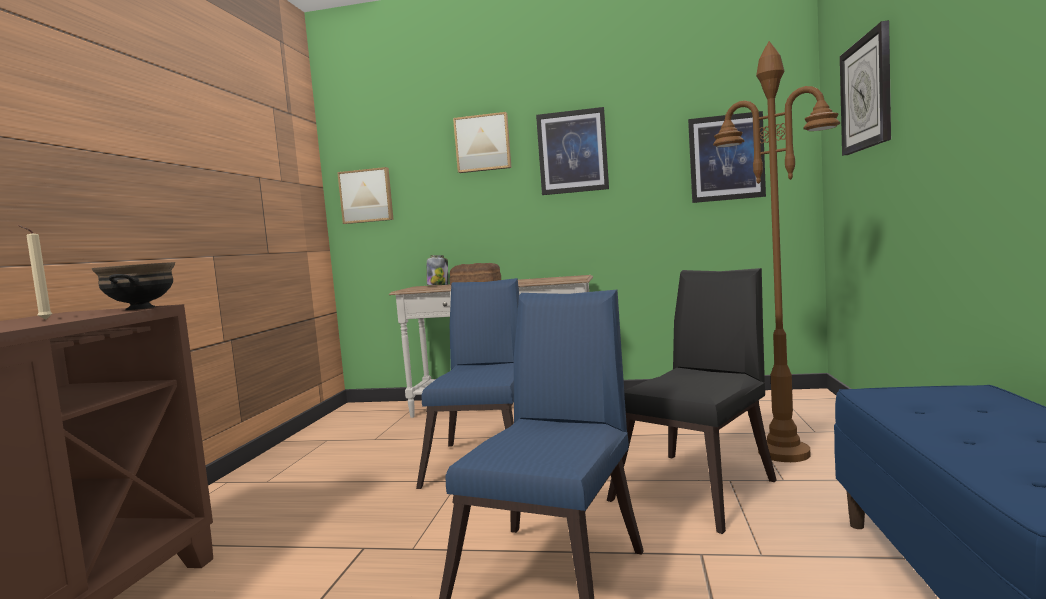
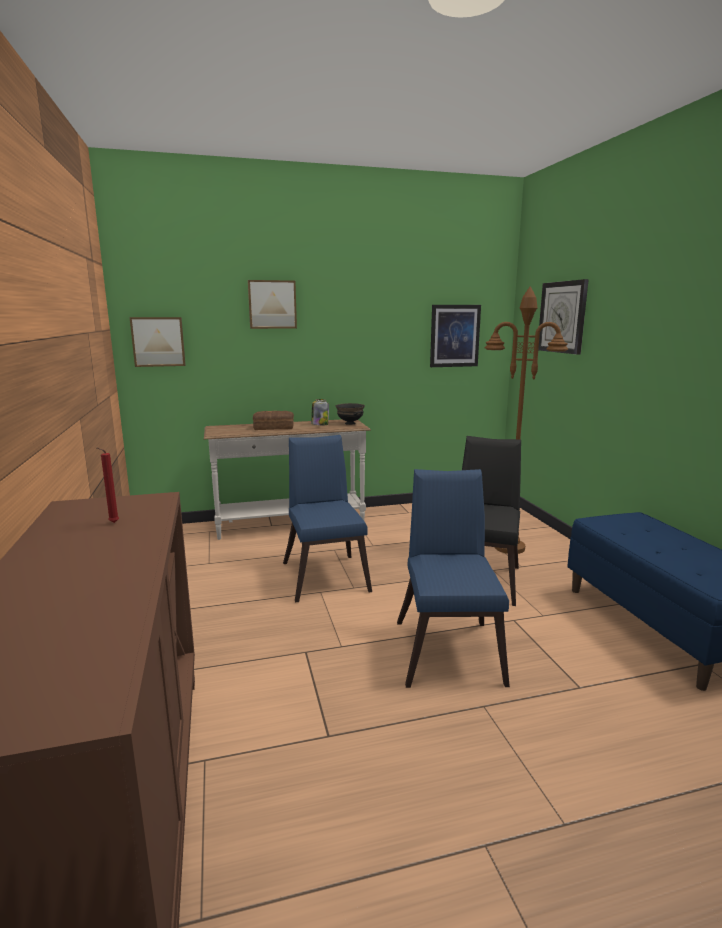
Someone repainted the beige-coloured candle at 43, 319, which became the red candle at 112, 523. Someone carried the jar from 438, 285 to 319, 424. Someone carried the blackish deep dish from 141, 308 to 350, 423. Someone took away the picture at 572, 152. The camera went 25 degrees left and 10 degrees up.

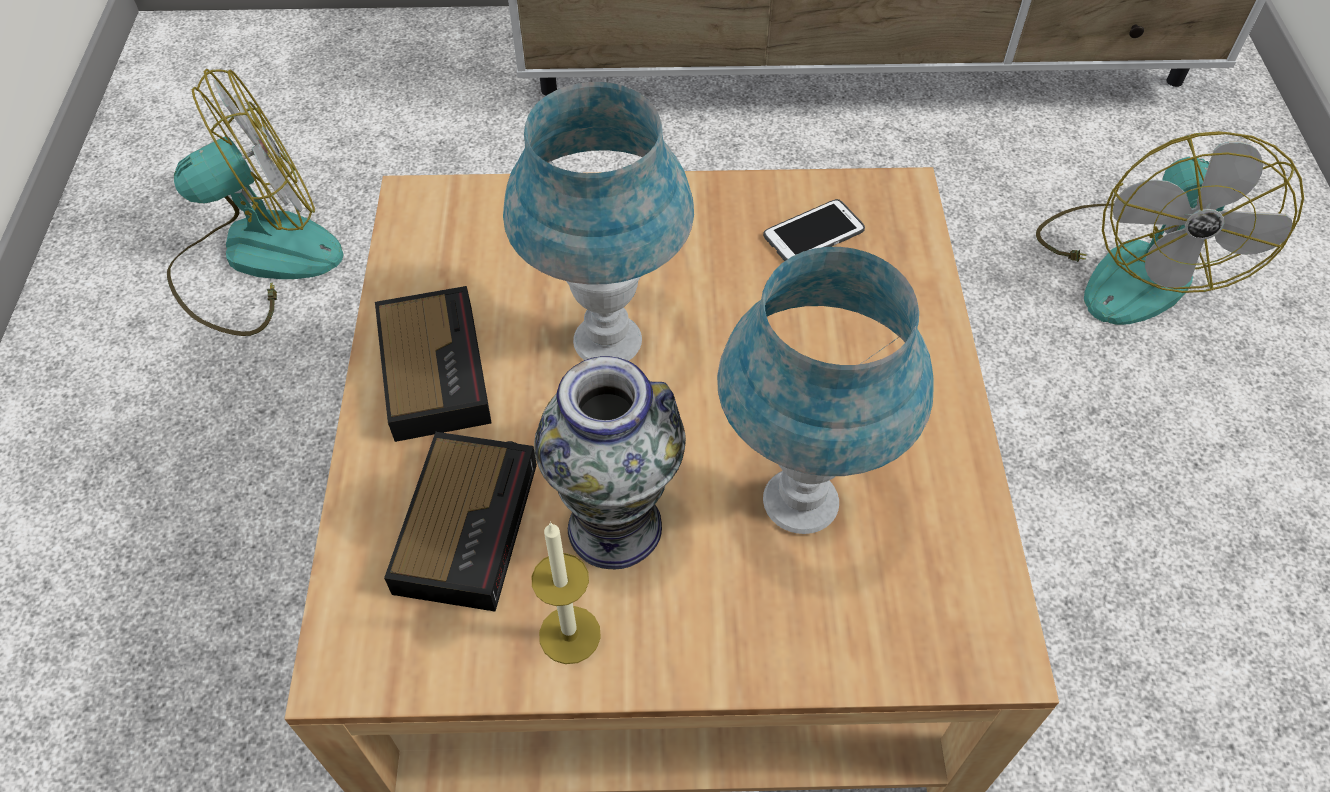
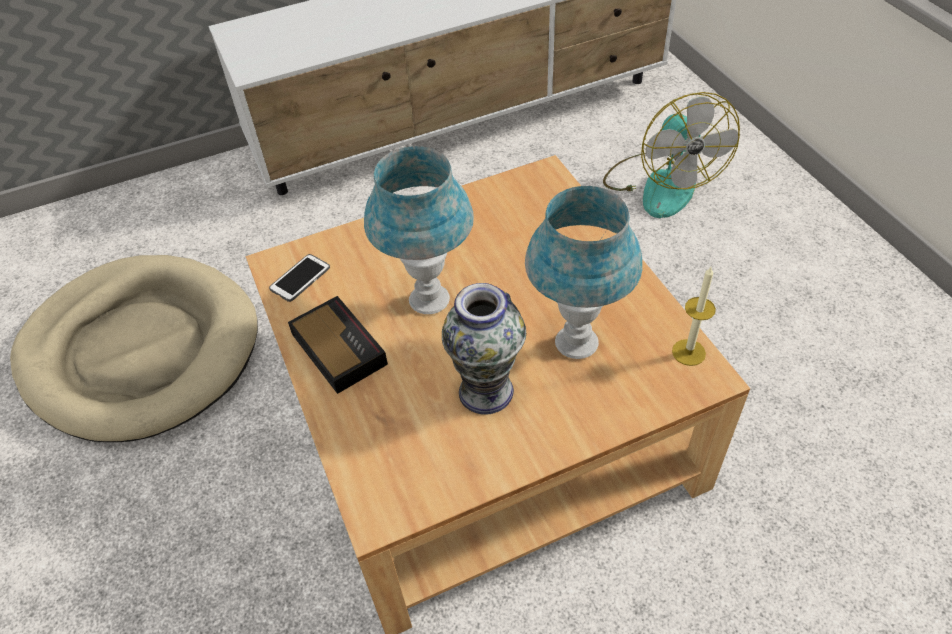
Someone swapped the electric fan at 255, 259 for the beige-coloured pet bed at 141, 350. Someone carried the telephone from 813, 233 to 300, 278. Someone carried the candle from 569, 634 to 688, 352. Someone took away the table clock at 468, 523. The camera went 20 degrees left and 5 degrees down.

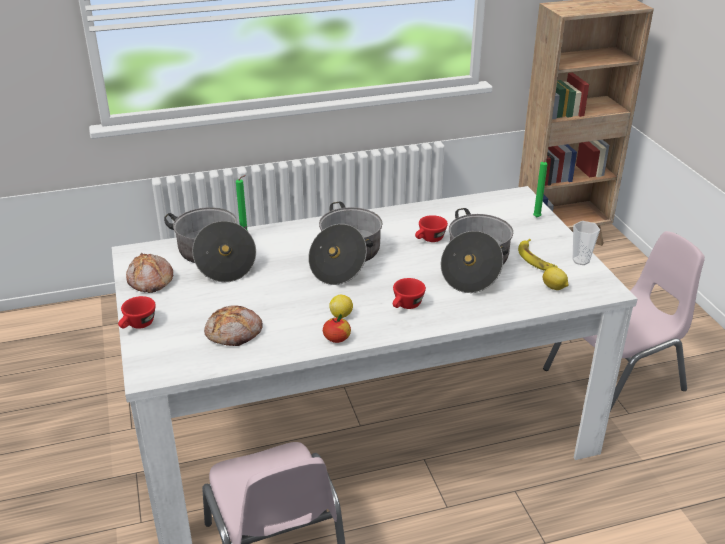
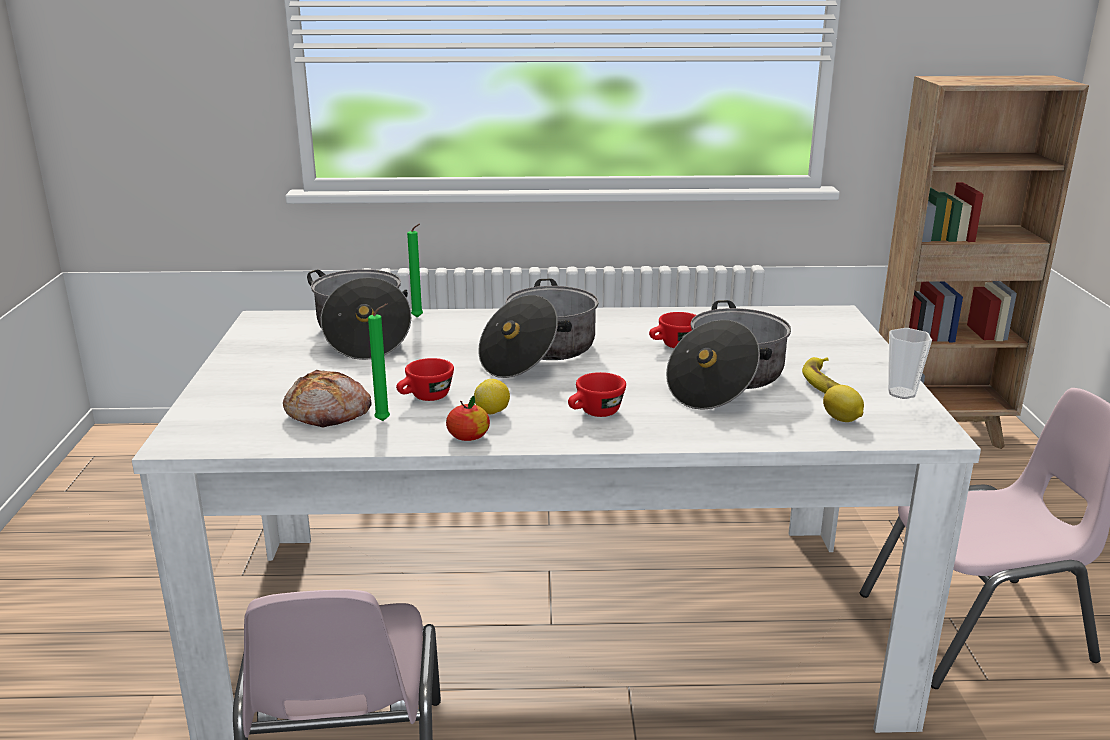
Someone carried the green candle from 538, 217 to 385, 421. Someone carried the red small cup from 138, 325 to 425, 398. Someone took away the bread at 149, 281. The camera went 15 degrees right and 10 degrees down.

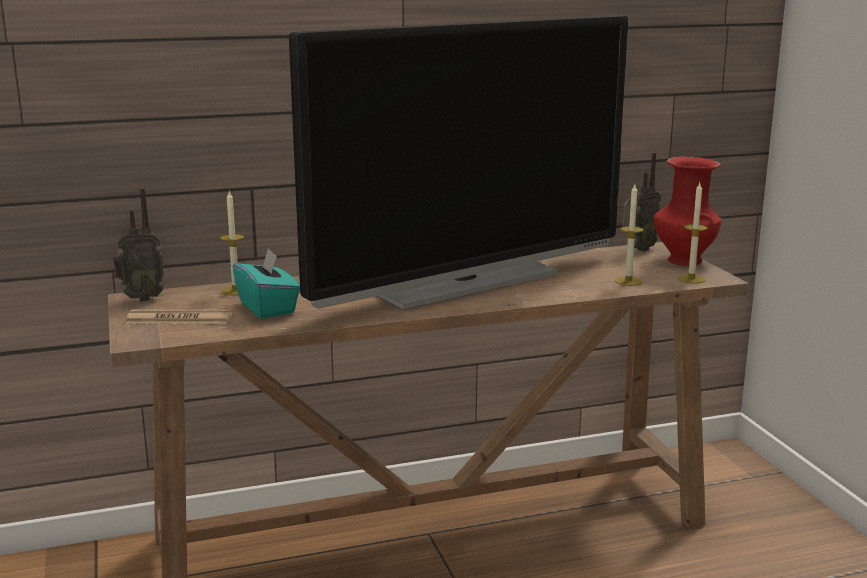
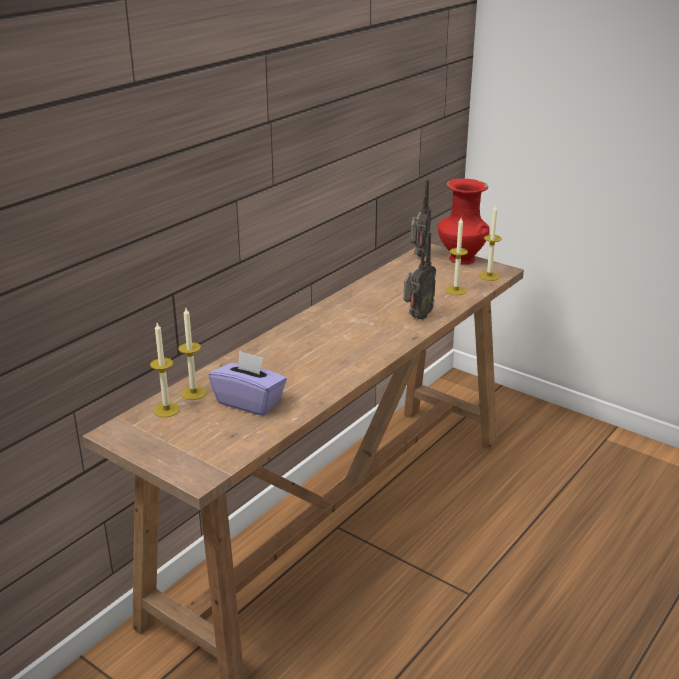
Someone put down the candle at 166, 410. Someone repainted the turquoise tissue holder at 268, 308, which became the purple-coloured tissue holder at 249, 402. Someone carried the radio receiver from 141, 298 to 417, 317. Someone took away the newspaper at 179, 319. Someone took away the TV set at 466, 283. The camera went 35 degrees left and 10 degrees up.

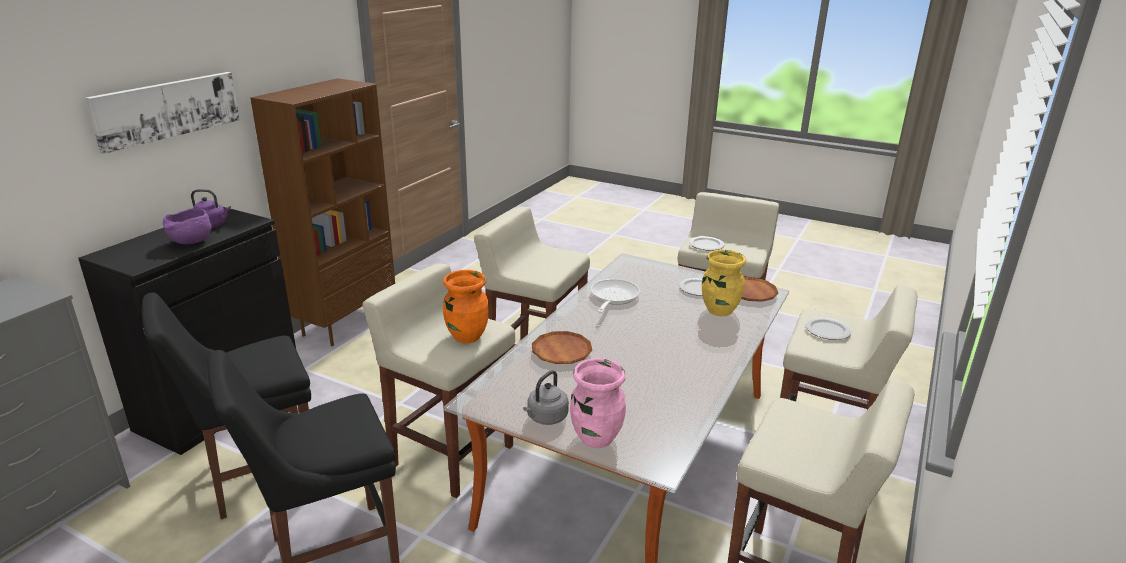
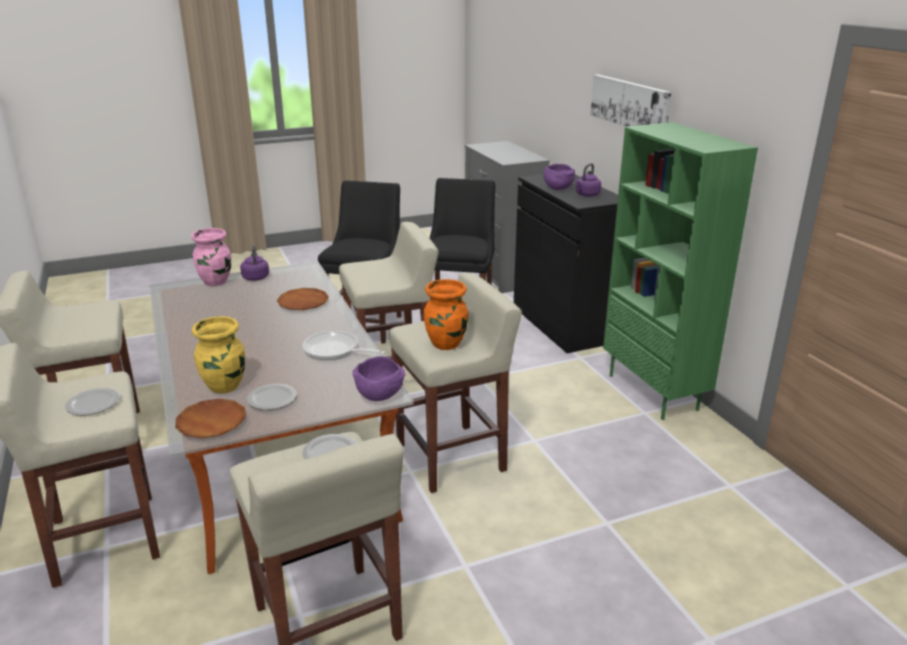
Someone repainted the gray water kettle at 546, 418, which became the purple-coloured water kettle at 256, 277. Someone rotated the frying pan at 613, 297 by 150 degrees clockwise. Someone put down the purple-coloured deep dish at 380, 396. Someone carried the orange-coloured vase from 467, 336 to 446, 344. Someone repainted the brownish bookshelf at 346, 322, which became the green bookshelf at 654, 392. The camera went 130 degrees right and 0 degrees up.

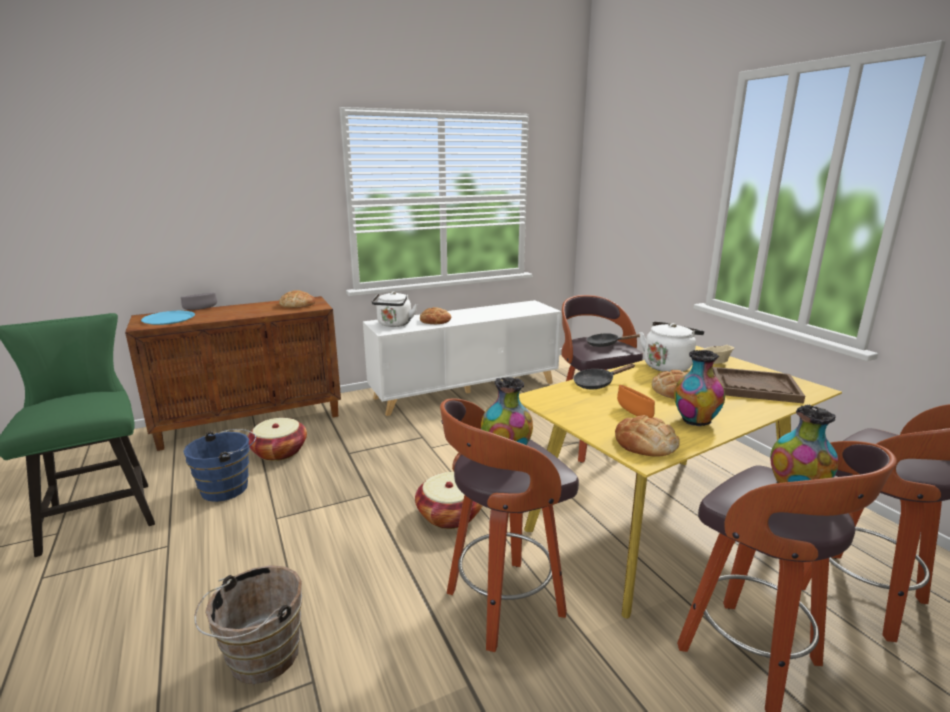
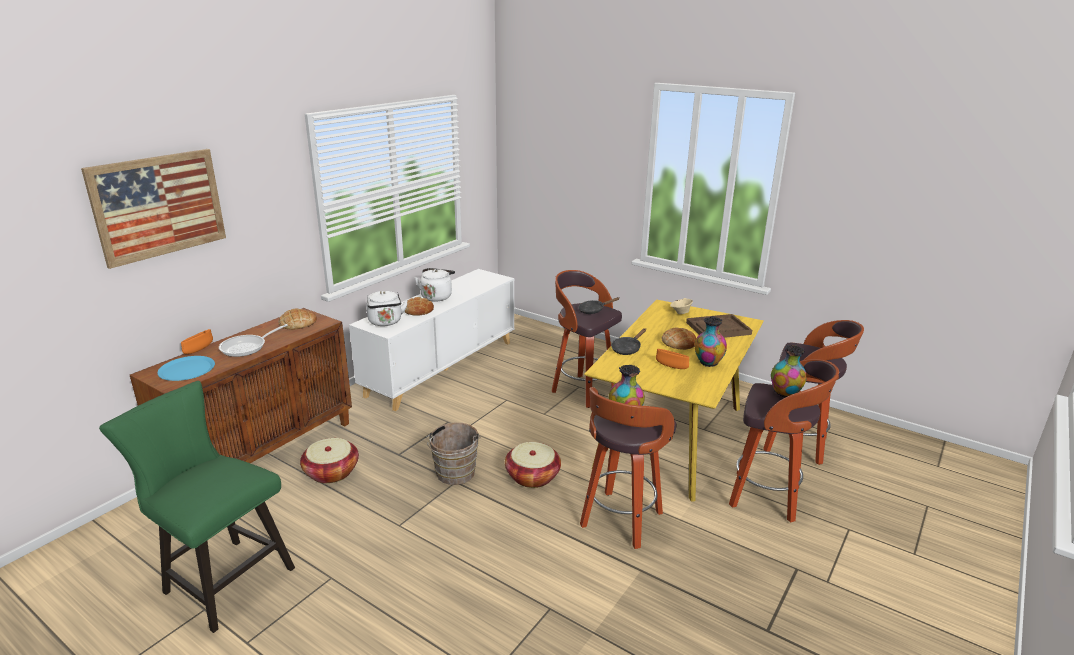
Someone put up the picture at 159, 206. Someone repainted the gray deep dish at 200, 309, which became the orange-coloured deep dish at 199, 350. Someone put down the frying pan at 247, 347. Someone carried the white water kettle from 668, 366 to 437, 296. Someone carried the brownish water bucket from 259, 659 to 454, 475. Someone took away the bluish water bucket at 229, 487. Someone took away the bread at 645, 443. The camera went 30 degrees left and 5 degrees up.

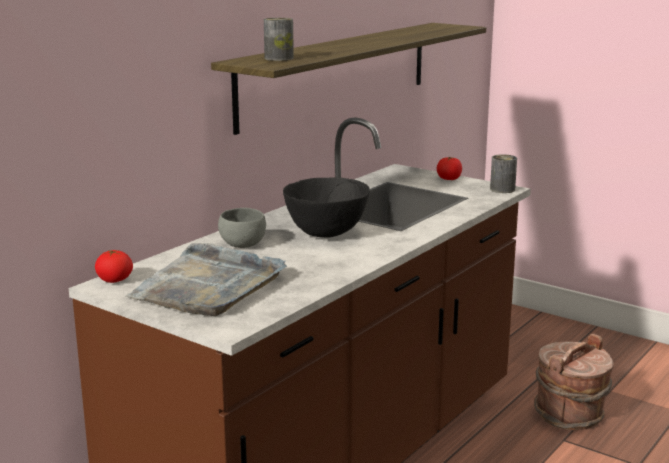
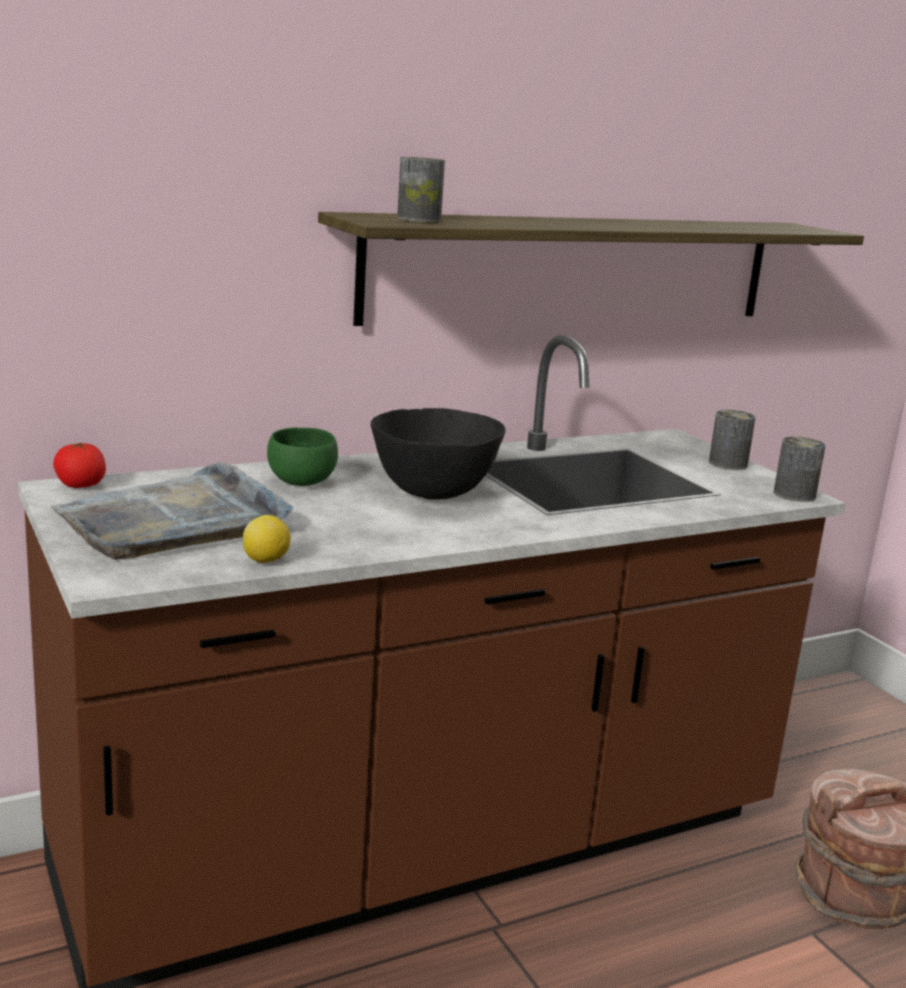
Someone put down the citrus fruit at 266, 561. Someone repainted the gray deep dish at 244, 245, which became the green deep dish at 302, 483. Someone swapped the fresh tomato at 448, 179 for the can at 728, 463. The camera went 25 degrees right and 0 degrees up.

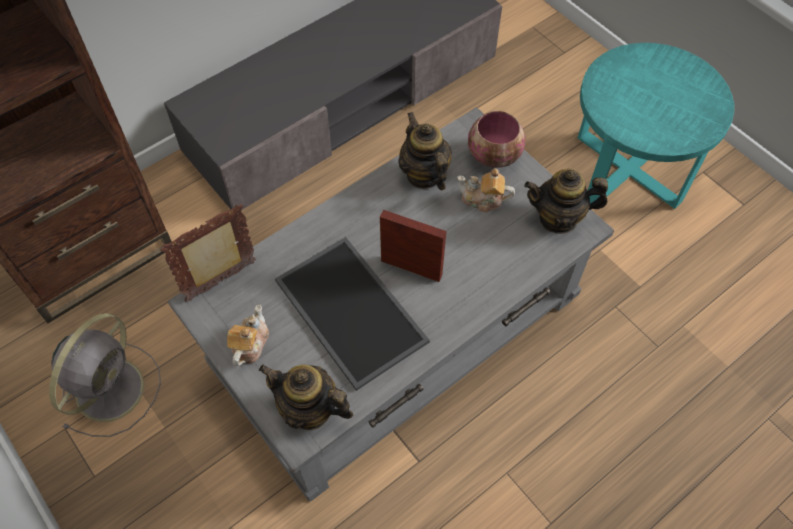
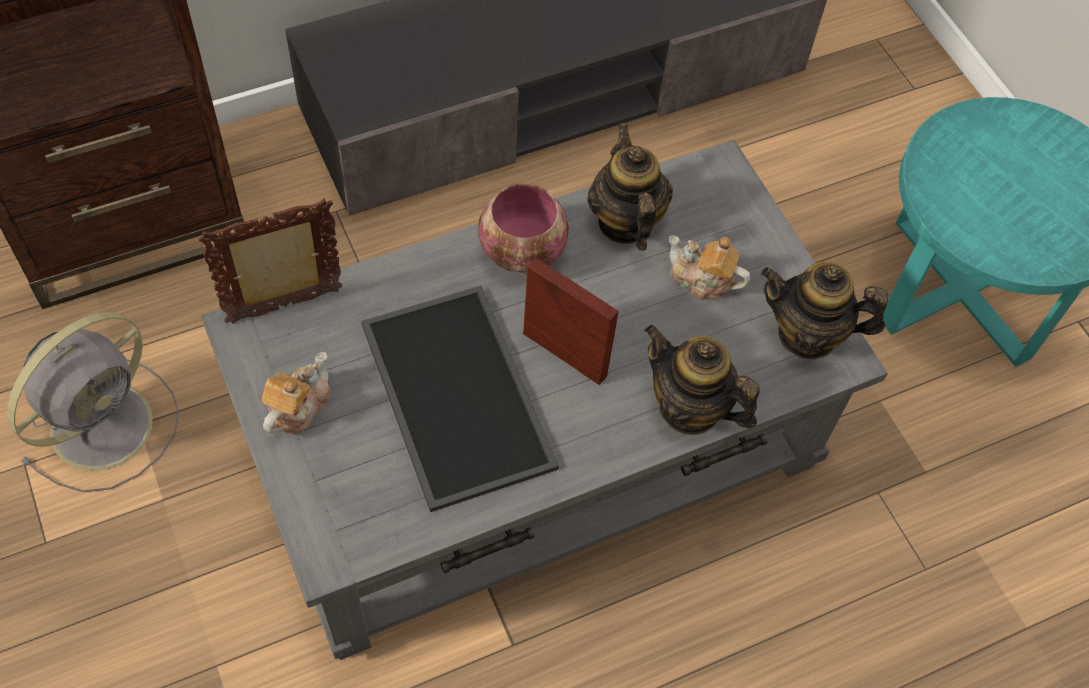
Someone carried the deep dish from 495, 156 to 524, 253. Someone carried the tea pot from 309, 410 to 689, 408. The camera went 10 degrees right and 0 degrees up.

